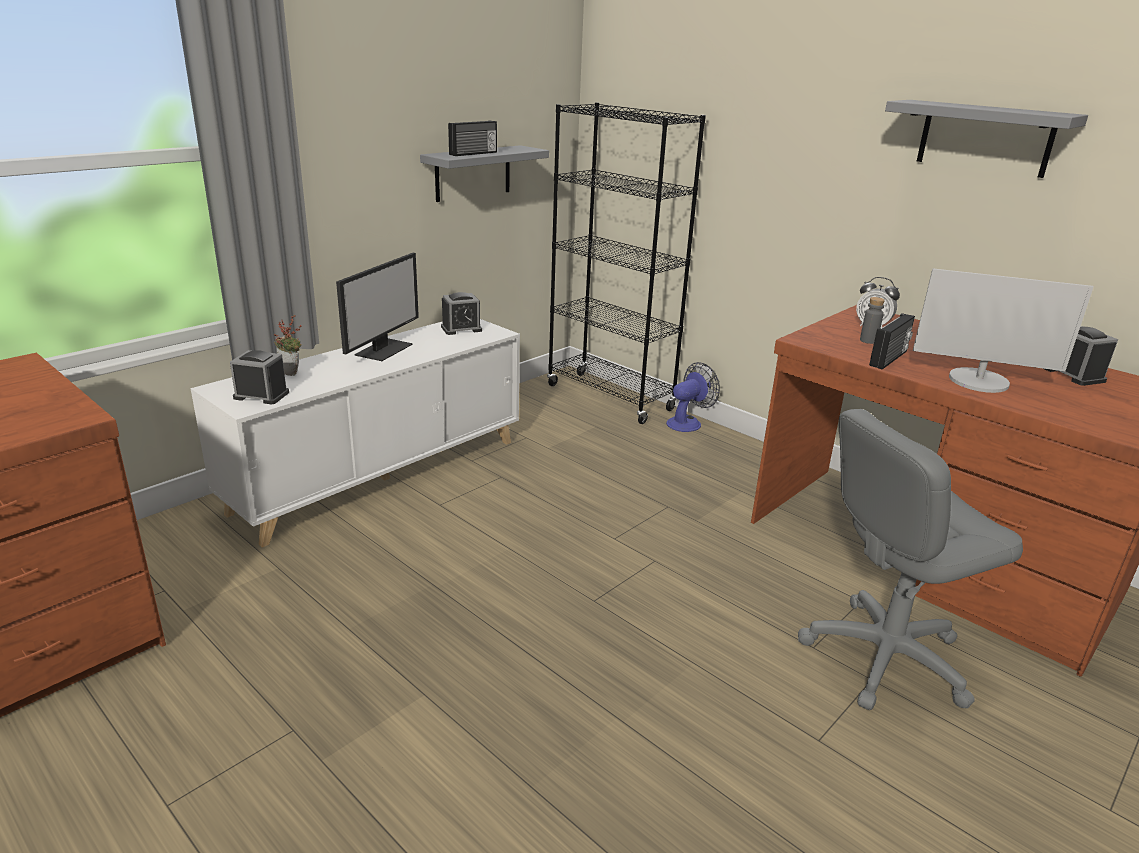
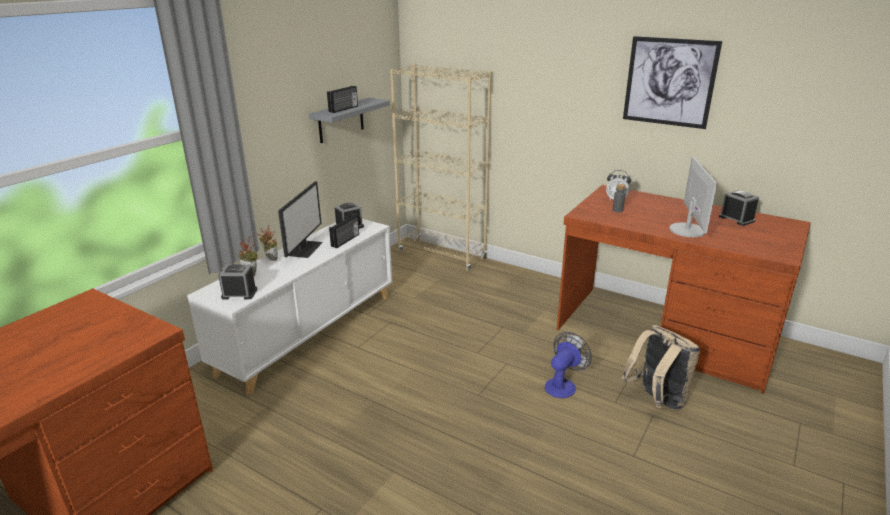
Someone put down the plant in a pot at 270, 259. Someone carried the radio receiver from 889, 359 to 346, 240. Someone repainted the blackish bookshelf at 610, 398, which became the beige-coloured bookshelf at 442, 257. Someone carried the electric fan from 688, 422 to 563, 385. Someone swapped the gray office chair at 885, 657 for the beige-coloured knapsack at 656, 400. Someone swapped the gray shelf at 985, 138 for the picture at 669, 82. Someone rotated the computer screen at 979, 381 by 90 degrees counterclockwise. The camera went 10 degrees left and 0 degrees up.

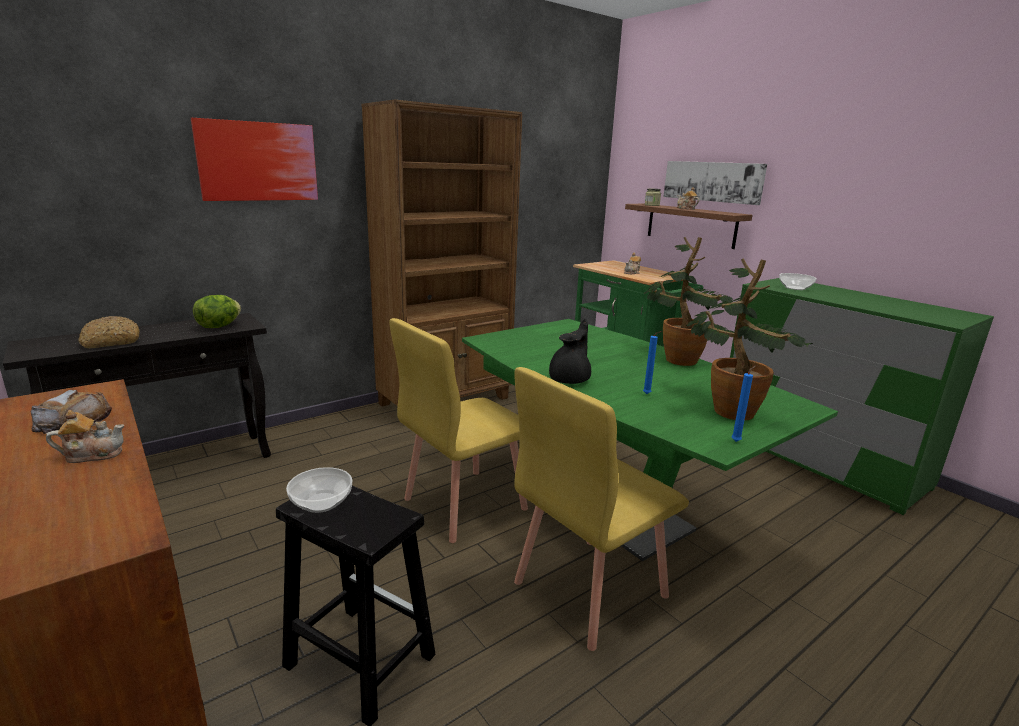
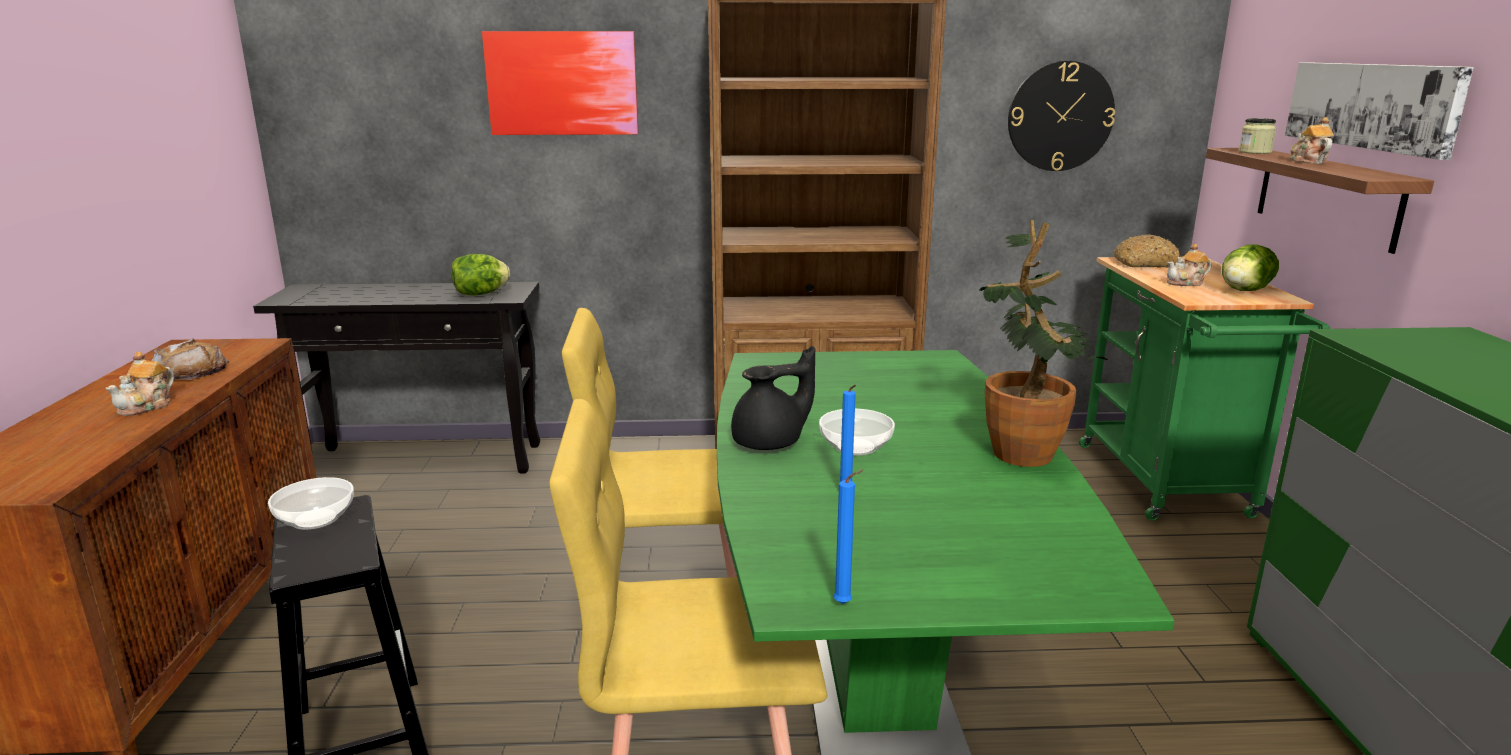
Someone rotated the tea pot at 92, 454 by 90 degrees clockwise. Someone carried the deep dish from 795, 288 to 856, 447. Someone put up the hanging clock at 1060, 116. Someone carried the bread from 111, 342 to 1144, 263. Someone put down the lettuce at 1244, 291. Someone took away the plant in a pot at 728, 408. The camera went 35 degrees right and 0 degrees up.

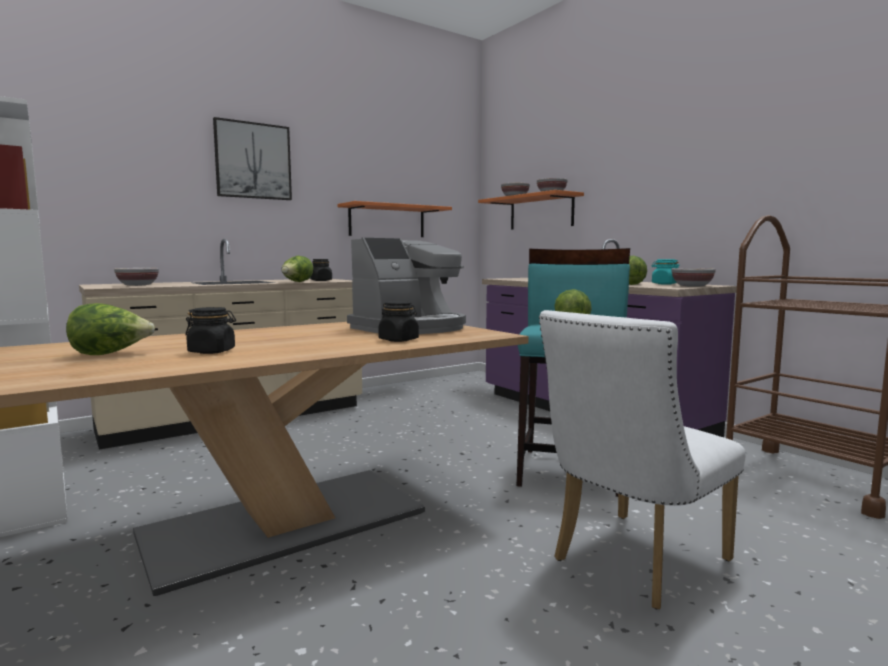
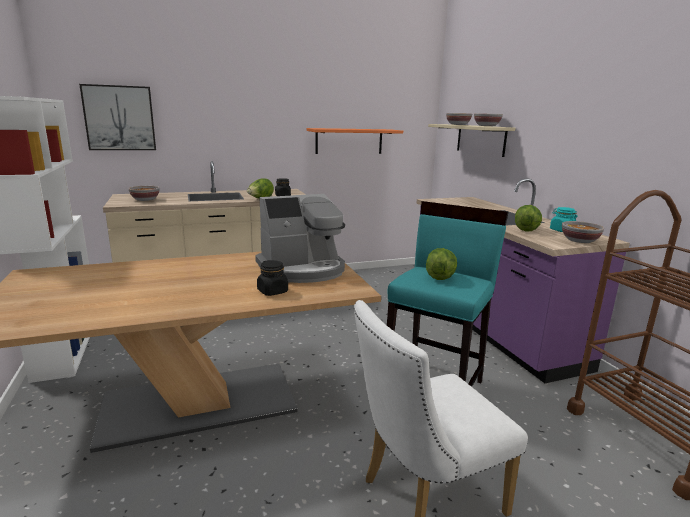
Someone carried the picture from 253, 161 to 119, 118. Someone repainted the orange-coloured shelf at 541, 212, which became the beige-coloured shelf at 480, 139. Someone took away the lettuce at 110, 354. Someone took away the blackish jar at 212, 351. The camera went 15 degrees right and 10 degrees up.

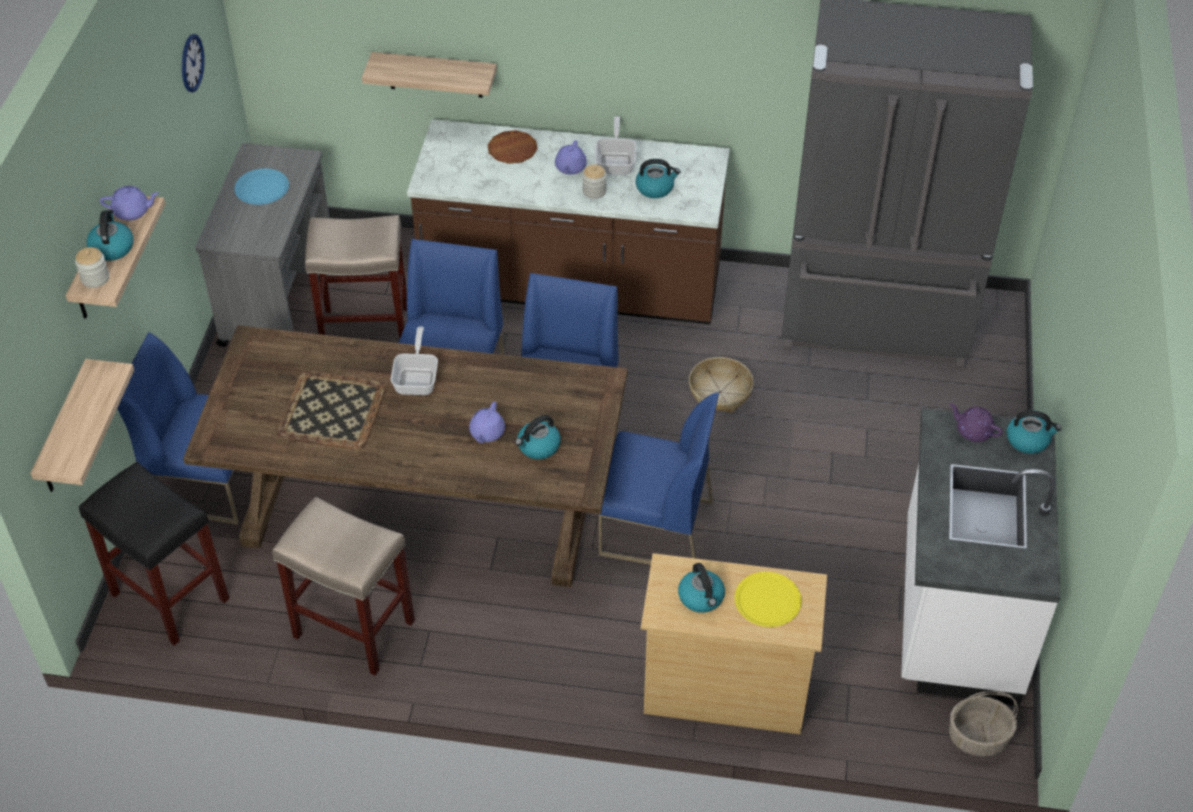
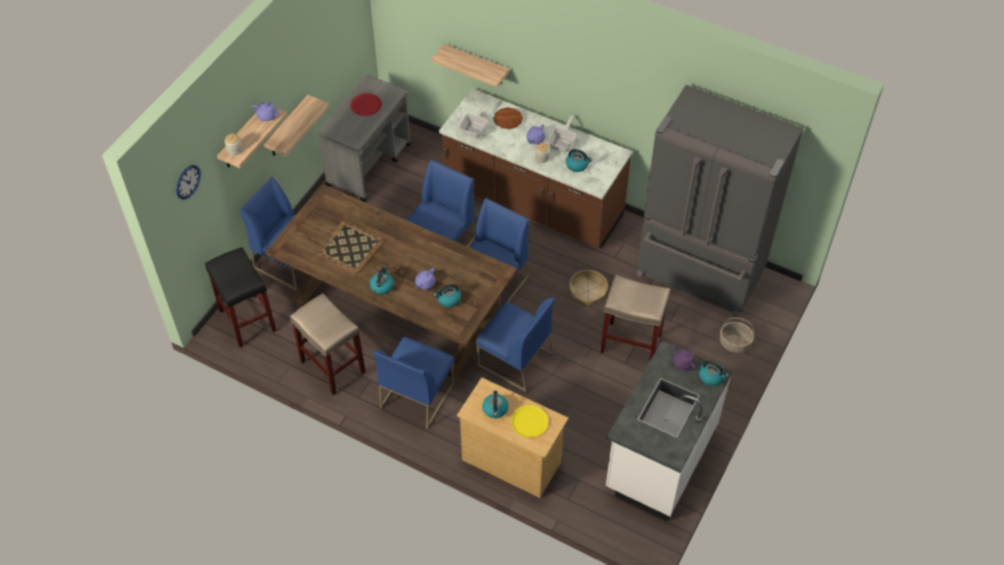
Someone carried the hanging clock from 191, 63 to 188, 182. Someone carried the shelf from 64, 431 to 287, 128. Someone repainted the bluish flat dish at 262, 188, which became the red flat dish at 366, 105. Someone carried the water kettle from 112, 247 to 382, 286. Someone put down the bluish chair at 417, 394. Someone carried the frying pan from 417, 378 to 475, 128. Someone carried the beige-coloured sitting stool from 367, 329 to 632, 343. Someone carried the household basket from 978, 736 to 735, 343. The camera went 20 degrees right and 5 degrees up.

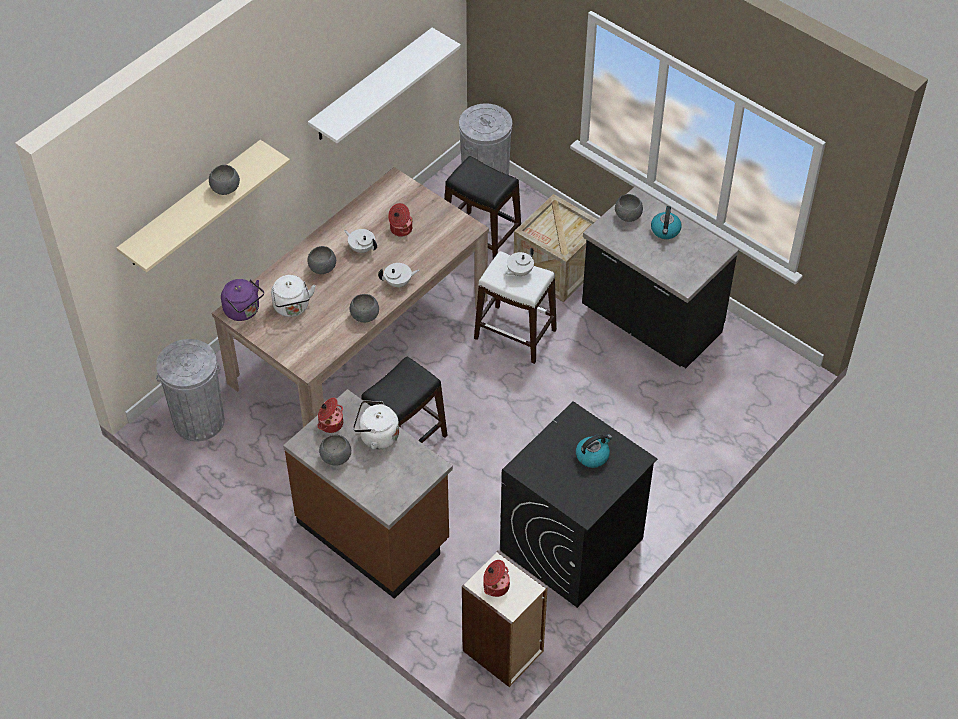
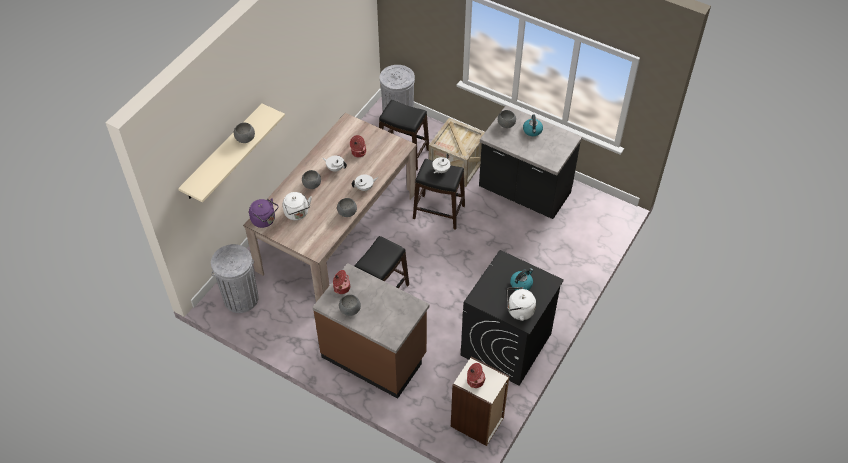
Someone repainted the white sitting stool at 515, 334, which became the blackish sitting stool at 439, 212. Someone carried the white water kettle from 376, 436 to 518, 311. Someone took away the white shelf at 372, 85. The camera went 10 degrees left and 0 degrees up.

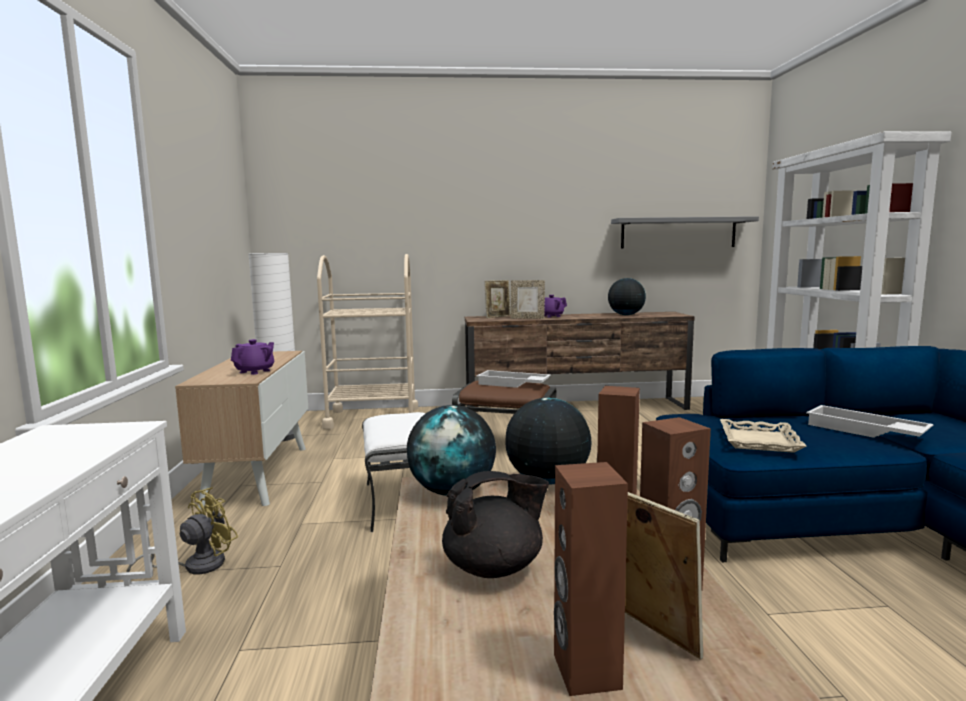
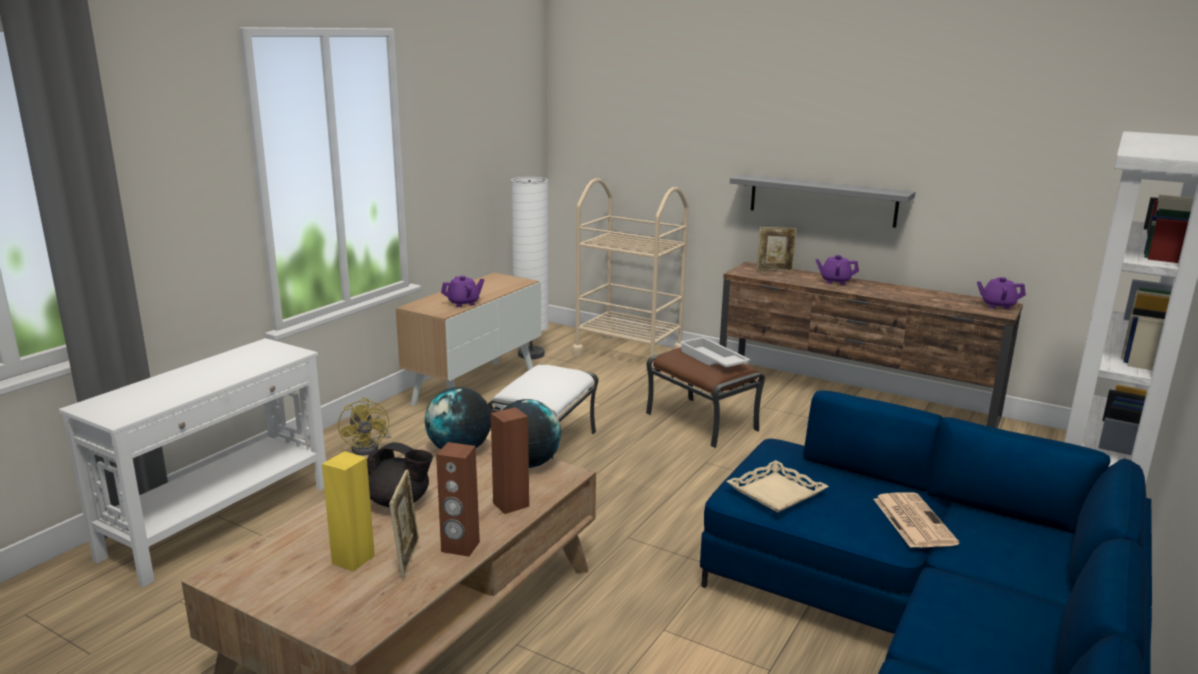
Someone repainted the brownish audio speaker at 585, 671, which became the yellow-coloured audio speaker at 352, 559. Someone rotated the yellow-coloured electric fan at 196, 566 by 90 degrees clockwise. Someone carried the gray shelf from 678, 233 to 822, 200. Someone swapped the white serving tray at 864, 431 for the newspaper at 912, 520. Someone put down the purple-coloured tea pot at 997, 306. Someone took away the standing frame at 527, 318. Someone took away the world globe at 625, 315. The camera went 35 degrees right and 10 degrees up.

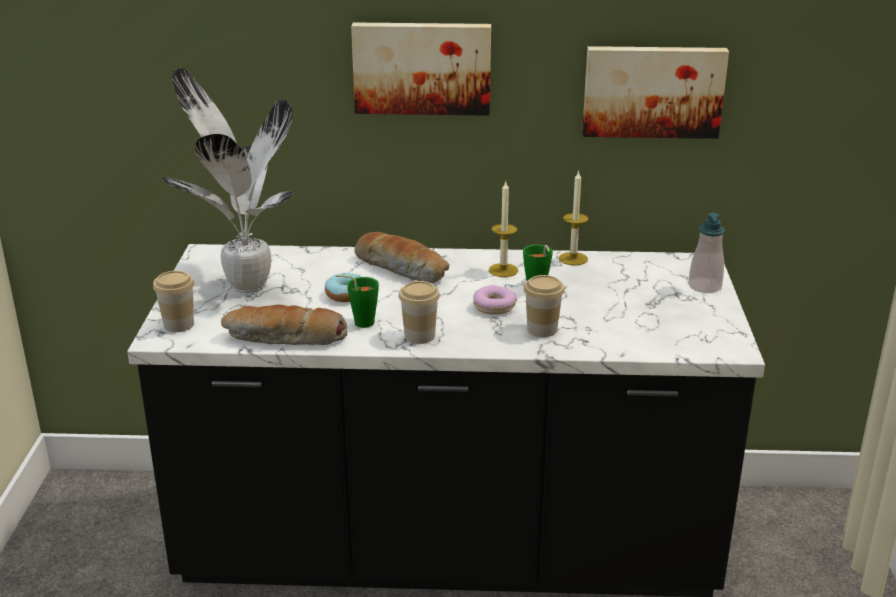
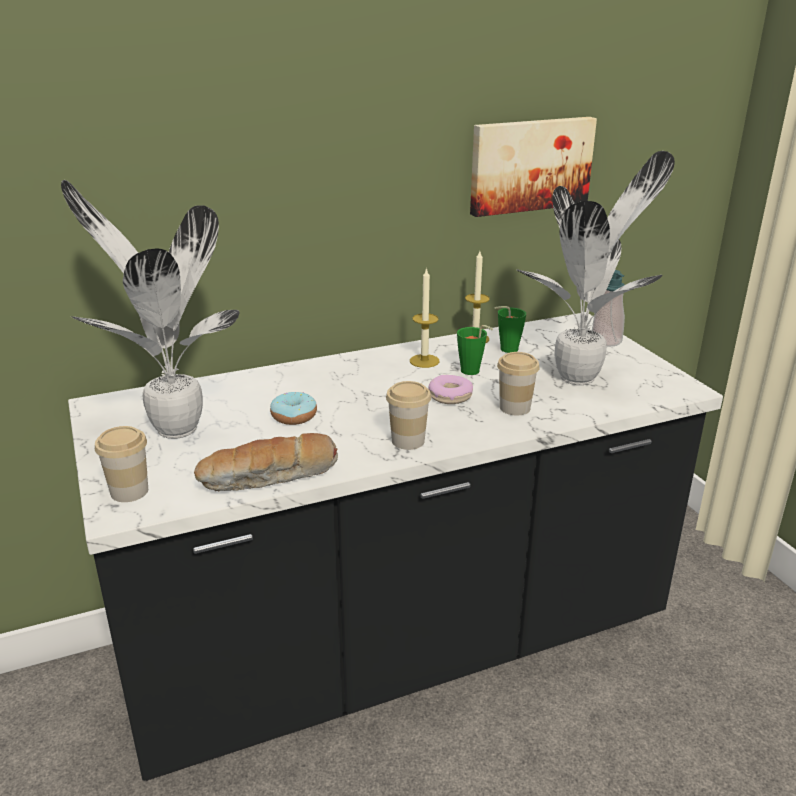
Someone carried the green small cup from 359, 322 to 505, 350. Someone put down the plant in a pot at 581, 377. Someone took away the picture at 422, 67. Someone took away the bread at 402, 269. The camera went 25 degrees left and 0 degrees up.

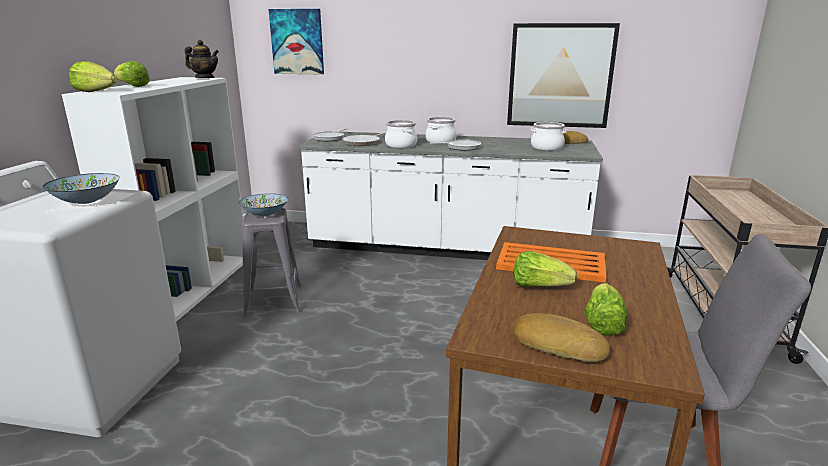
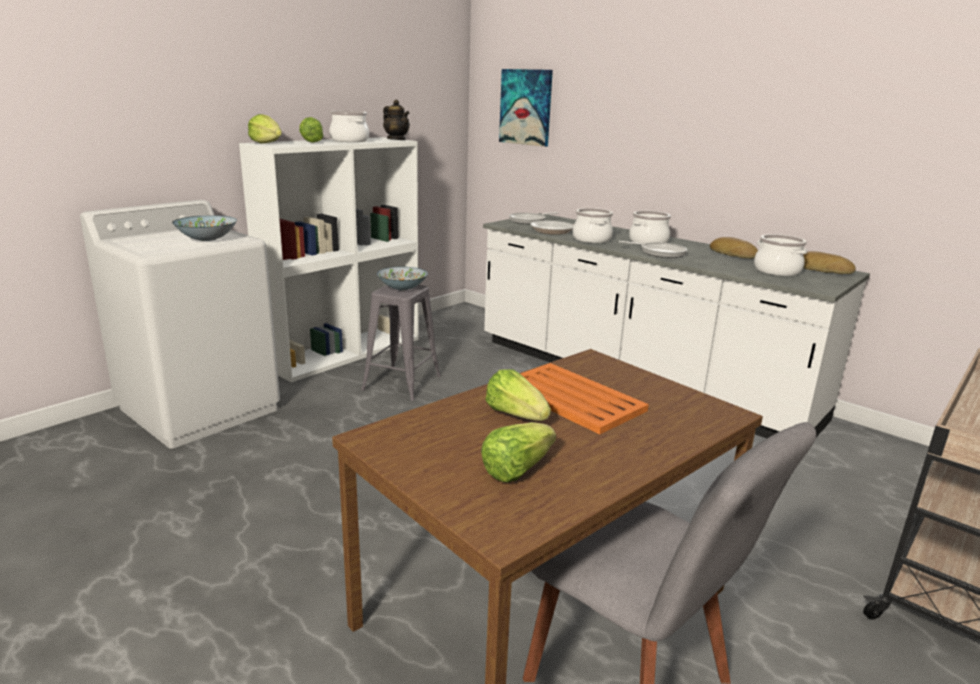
Someone put down the cooking pot at 349, 140. Someone carried the bread from 558, 344 to 733, 254. Someone took away the picture at 560, 76. The camera went 30 degrees right and 0 degrees up.

